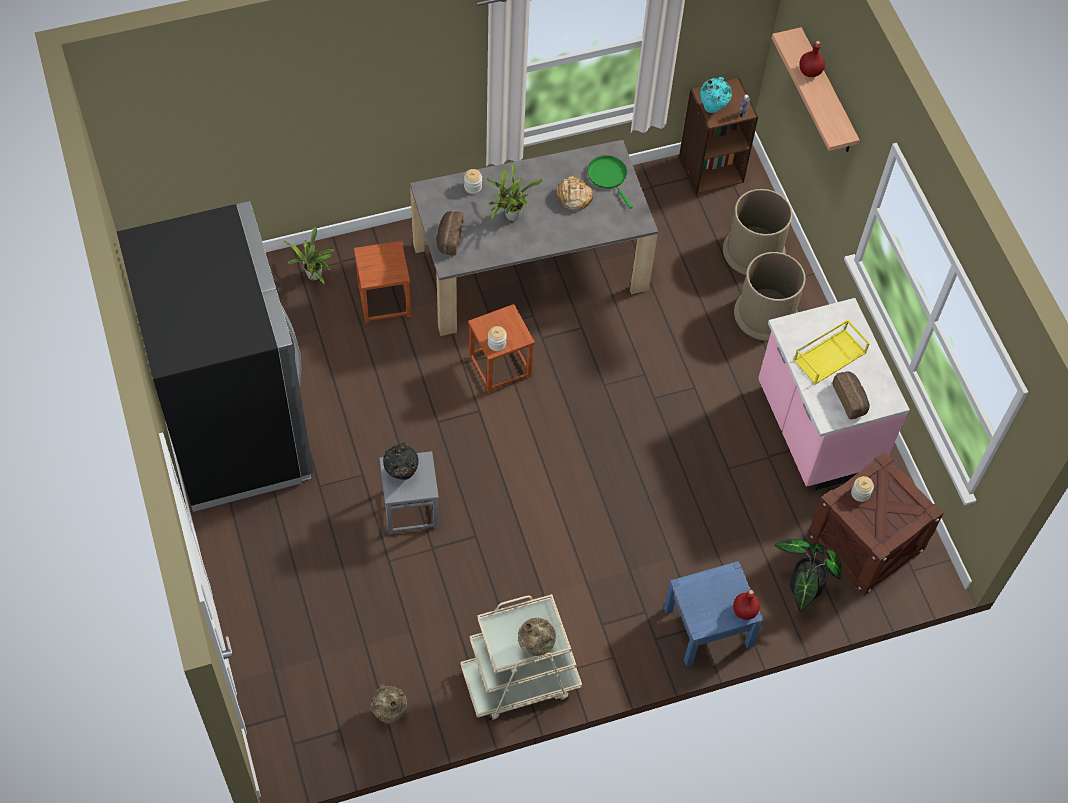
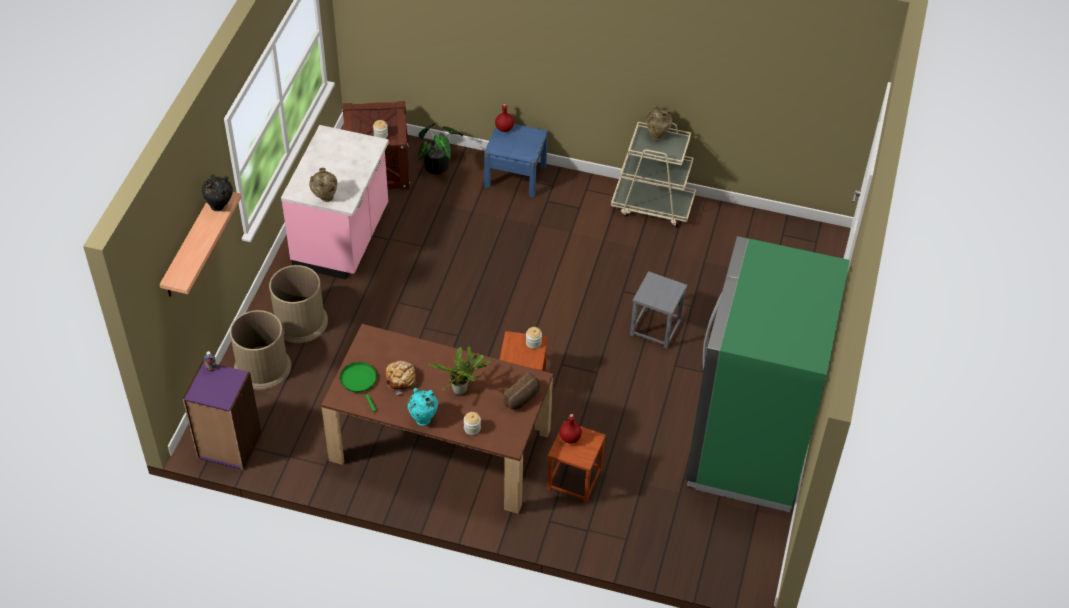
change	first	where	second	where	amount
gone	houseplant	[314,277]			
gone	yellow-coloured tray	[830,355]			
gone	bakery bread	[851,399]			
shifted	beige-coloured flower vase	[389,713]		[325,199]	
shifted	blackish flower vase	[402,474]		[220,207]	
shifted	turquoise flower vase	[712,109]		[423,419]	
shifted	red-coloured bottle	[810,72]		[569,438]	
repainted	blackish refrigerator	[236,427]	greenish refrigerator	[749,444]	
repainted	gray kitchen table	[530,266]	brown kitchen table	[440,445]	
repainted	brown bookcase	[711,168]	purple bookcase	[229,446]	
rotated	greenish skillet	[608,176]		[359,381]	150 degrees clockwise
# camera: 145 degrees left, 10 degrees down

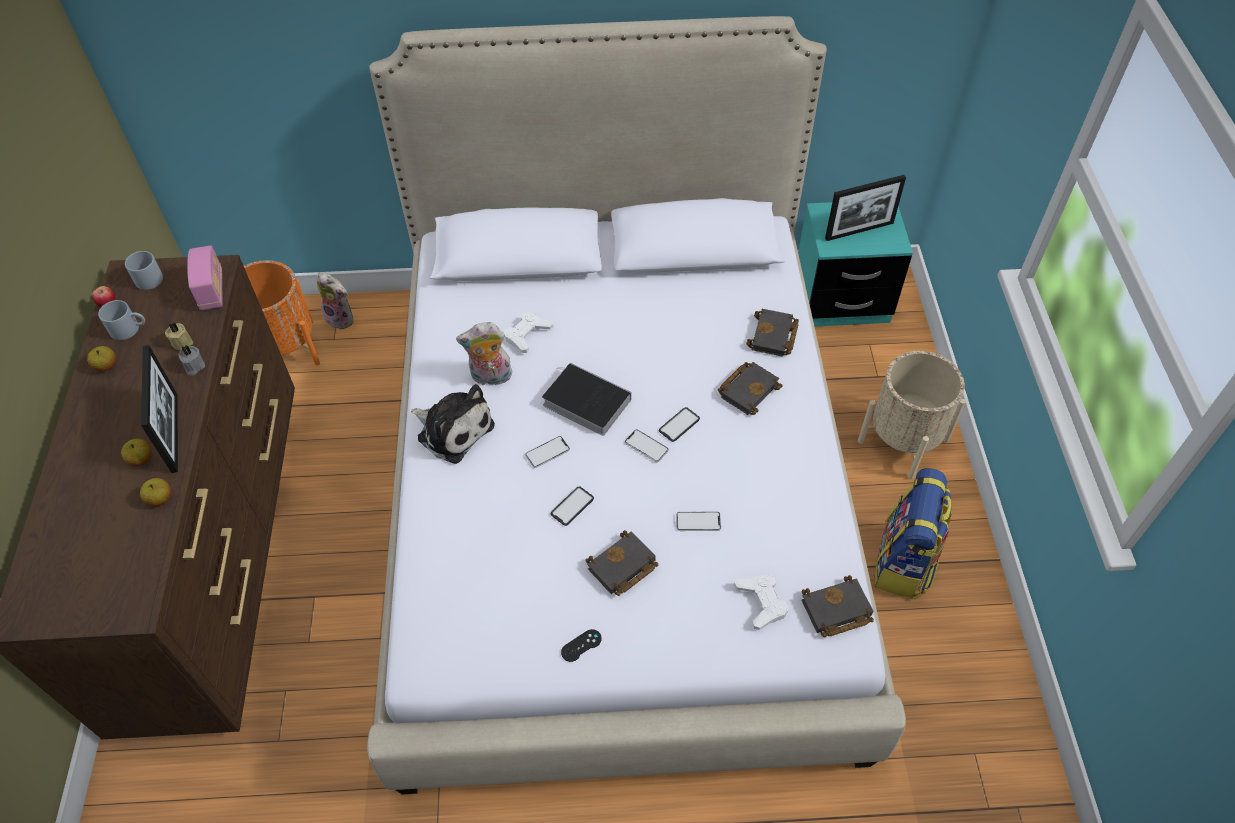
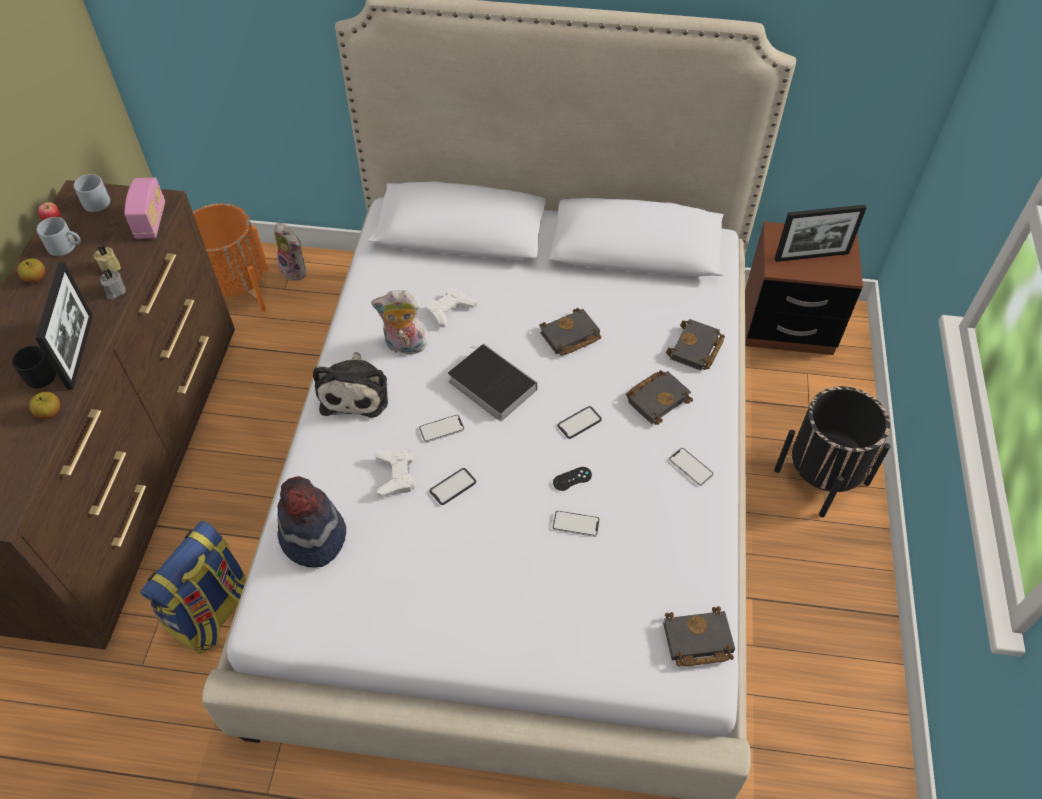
change	first	where	second	where	amount
new			wearable hat	[313,537]	
shifted	blackish joypad	[581,645]		[572,479]	
shifted	blackish volume	[622,568]		[569,337]	
shifted	handset	[646,446]		[690,467]	
shifted	whitish joypad	[761,602]		[396,475]	
shifted	knapsack	[904,563]		[213,614]	
swapped	apple fruit	[141,459]	blackish coffee mug	[43,371]	
repainted	turquoise nightstand	[841,300]	brown nightstand	[787,325]	
repainted	beige-coloured planter	[903,441]	blackish planter	[821,476]	
rotated	soft toy	[453,429]		[355,391]	45 degrees clockwise
# camera: 10 degrees right, 0 degrees up

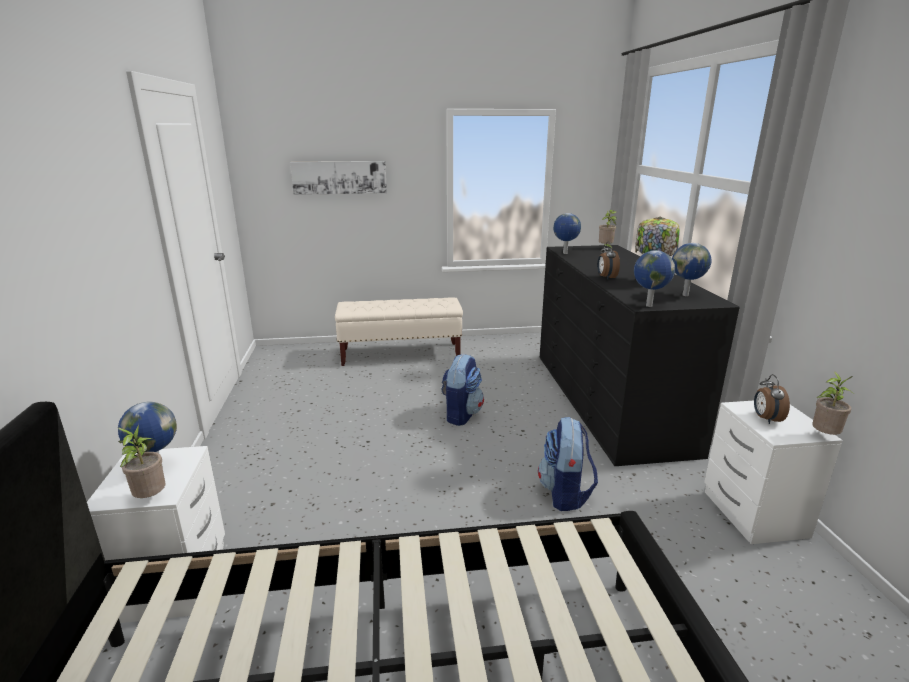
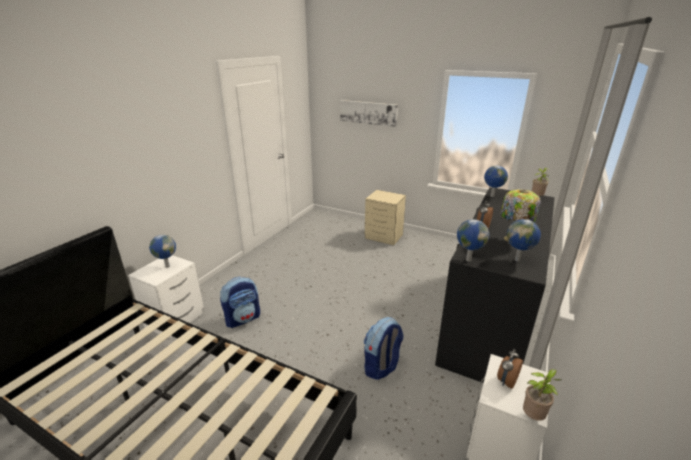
change	first	where	second	where	amount
gone	houseplant	[150,498]			
shifted	knapsack	[461,414]		[243,318]	
swapped	beige-coloured long seat	[401,354]	beige-coloured nightstand	[384,237]	
# camera: 35 degrees right, 5 degrees up

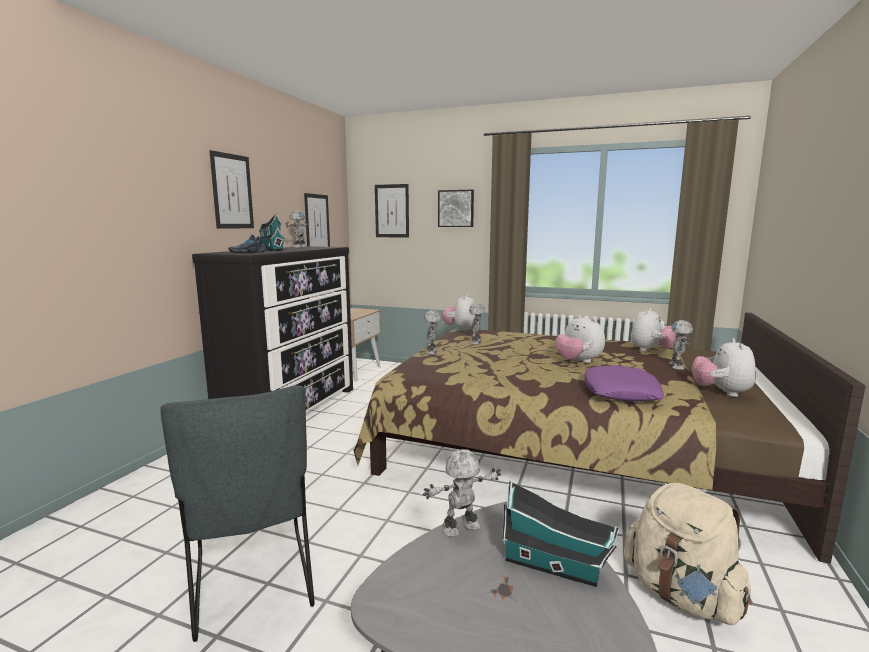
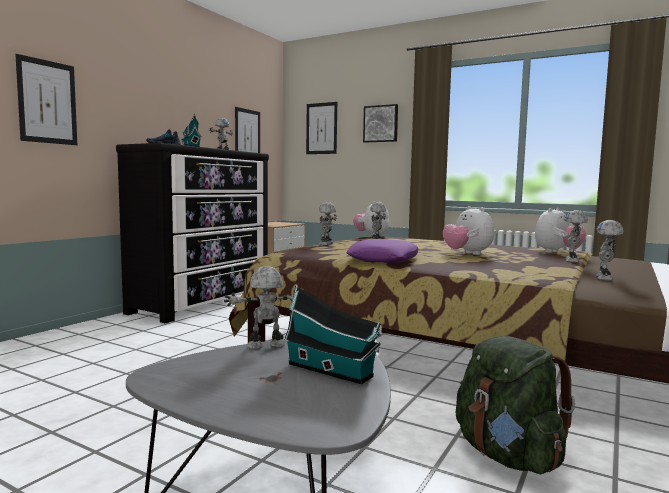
change	first	where	second	where	amount
gone	gray plain chair	[253,585]			
shifted	picture	[232,191]		[47,102]	
shifted	purple throw pillow	[621,392]		[383,259]	
swapped	soft toy	[721,393]	toy robot	[605,278]	
repainted	beige-coloured knapsack	[681,596]	greenish knapsack	[507,455]	
# camera: 10 degrees right, 5 degrees down

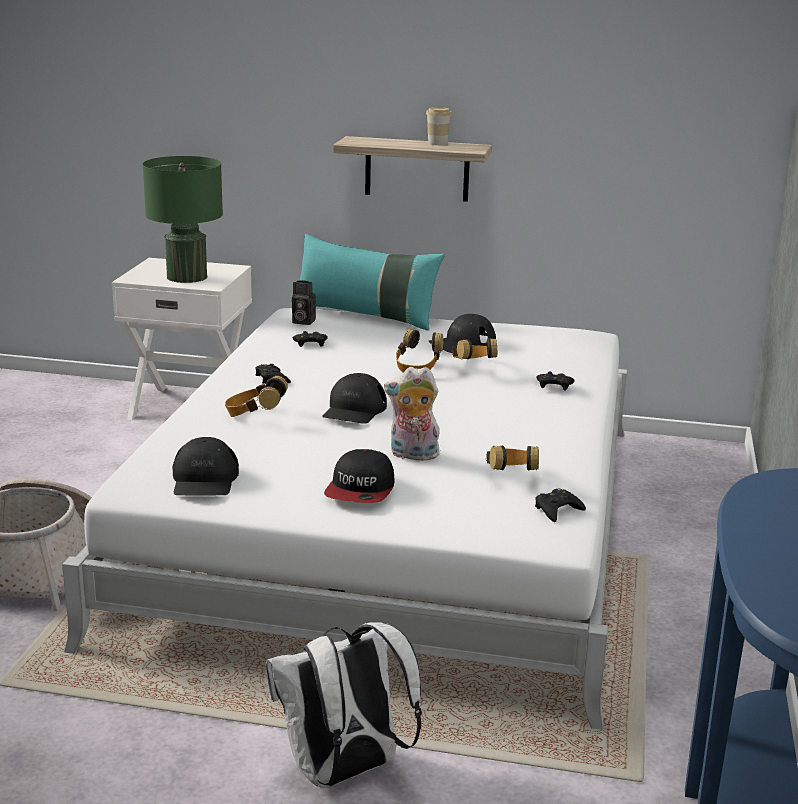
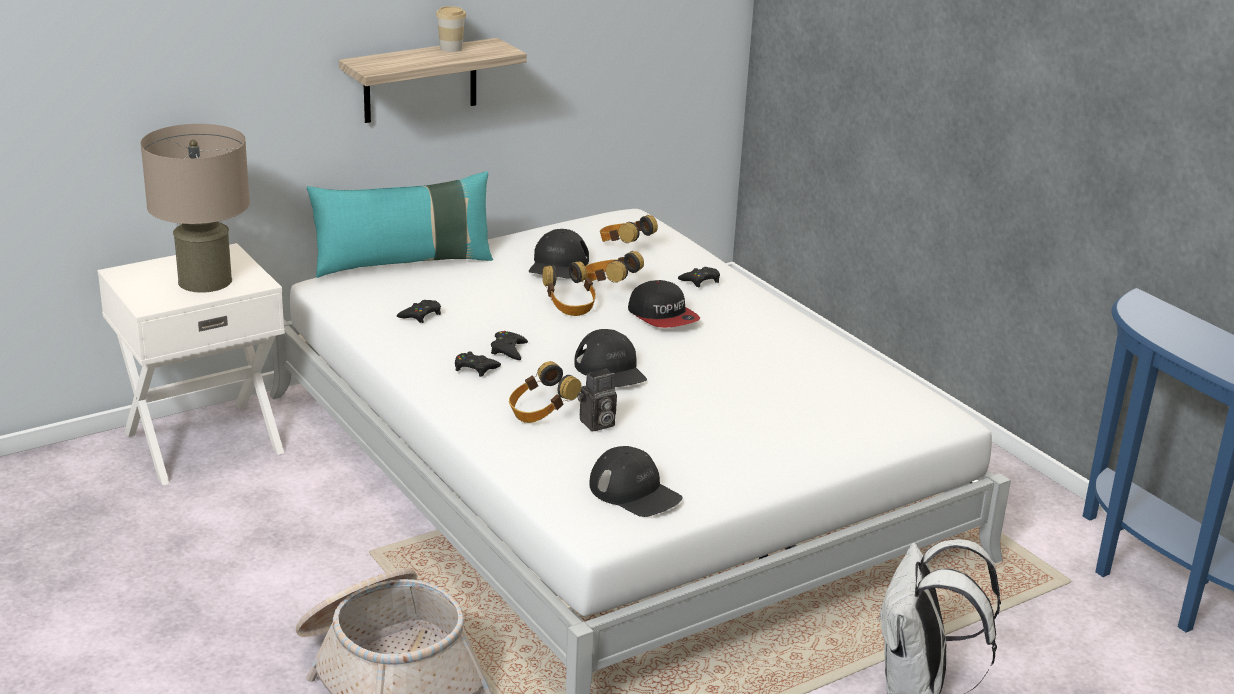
change	first	where	second	where	amount
gone	soft toy	[412,455]			
shifted	still camera	[302,321]		[596,424]	
shifted	peaked cap	[361,490]		[663,316]	
shifted	headphones	[511,476]		[624,246]	
shifted	blackish joypad	[557,510]		[508,350]	
repainted	greenish lamp for a table	[187,277]	beige-coloured lamp for a table	[205,281]	
# camera: 45 degrees left, 5 degrees up

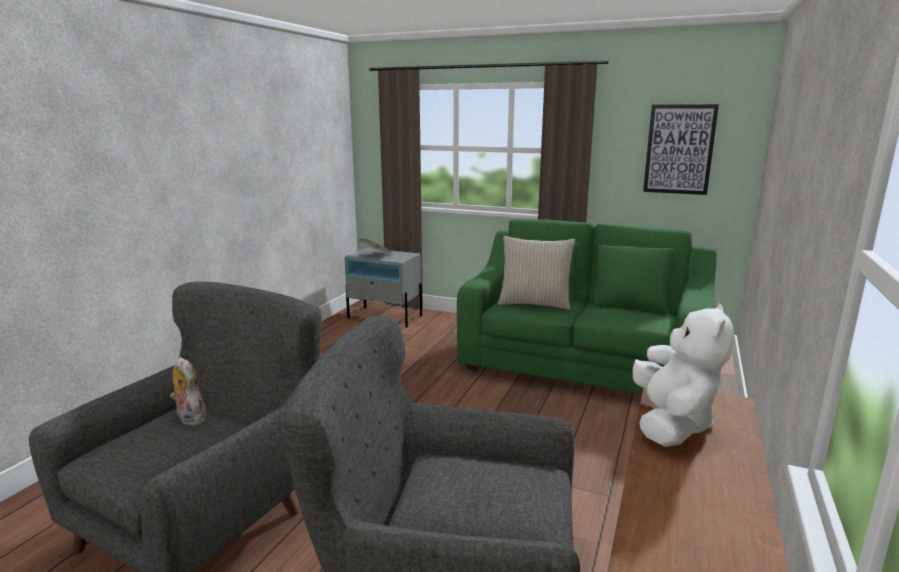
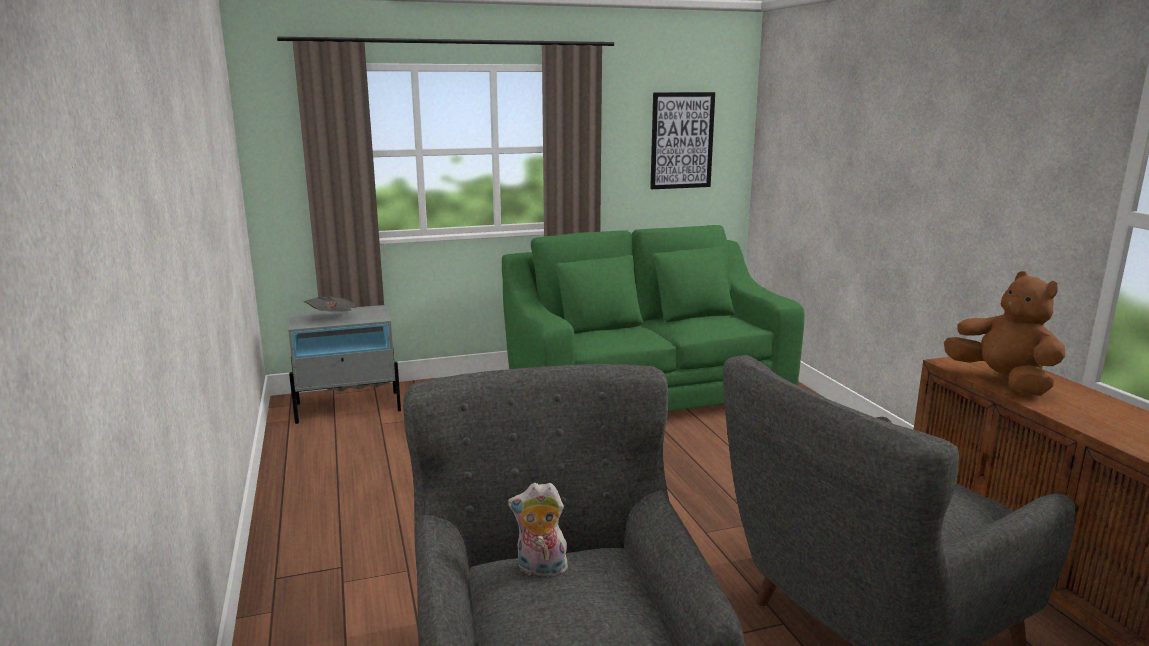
change	first	where	second	where	amount
gone	beige-coloured throw pillow	[534,303]			
repainted	whitish soft toy	[671,423]	brown soft toy	[1002,381]	
# camera: 40 degrees left, 0 degrees up

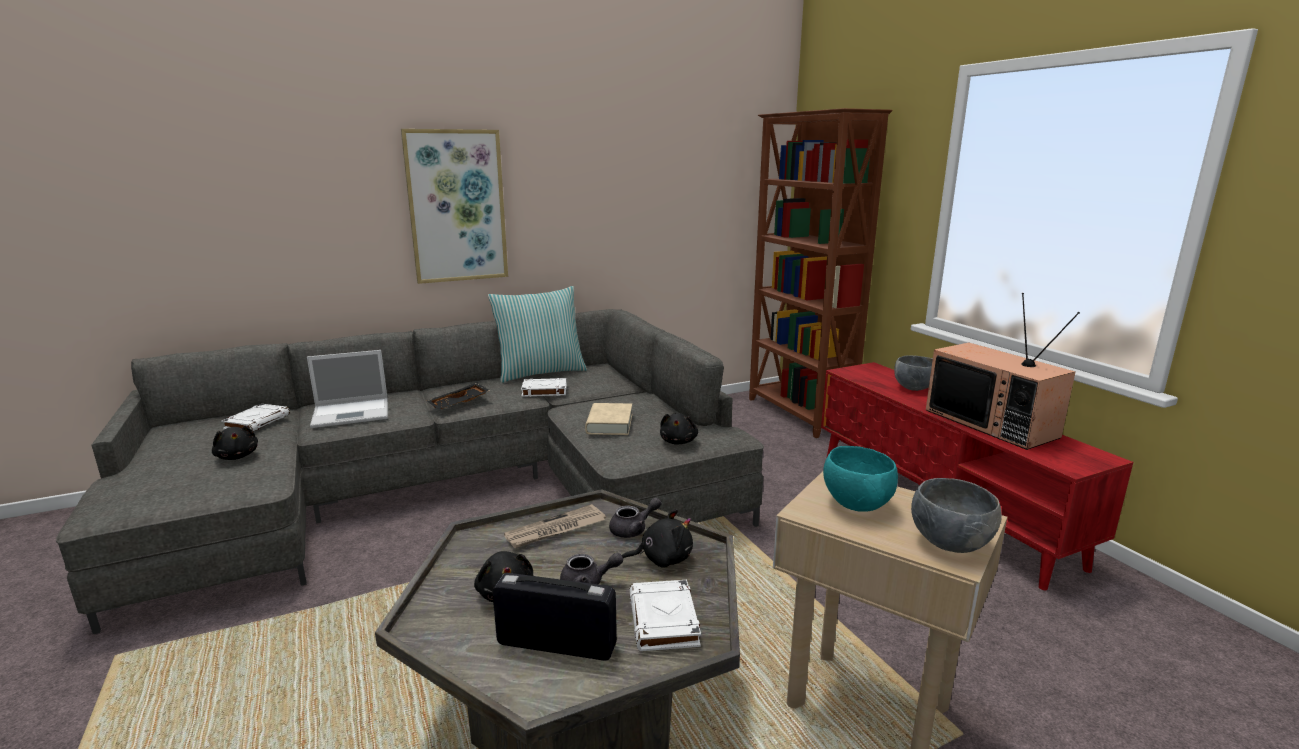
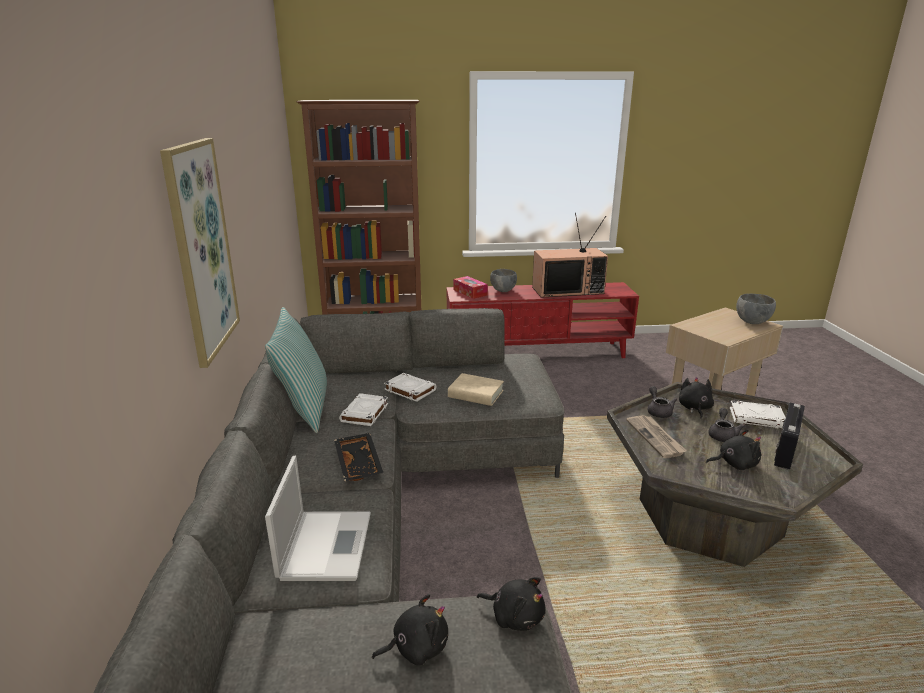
change	first	where	second	where	amount
gone	turquoise bowl	[856,505]			
new			box of tissues	[470,292]	
shifted	whitish volume	[257,422]		[409,390]	
shifted	blackish soft toy	[678,441]		[515,616]	
# camera: 70 degrees left, 5 degrees up

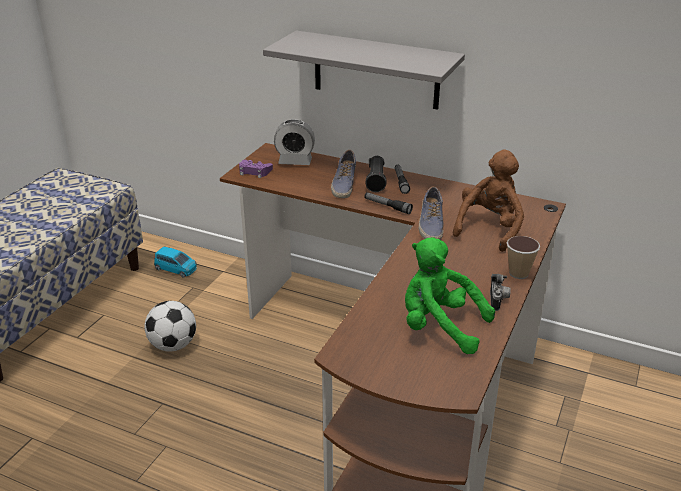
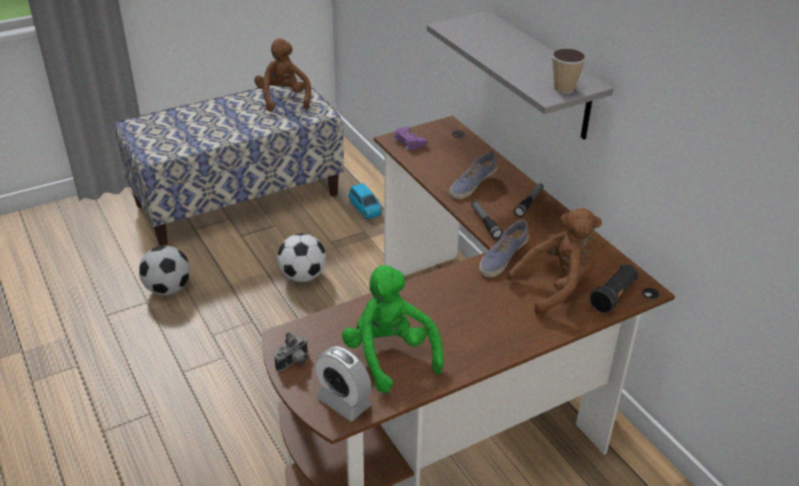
change	first	where	second	where	amount
new			ball for football	[168,289]	
new			brown soft toy	[283,99]	
shifted	table clock	[295,161]		[344,402]	
shifted	blackish hand torch	[376,181]		[613,296]	
shifted	still camera	[498,301]		[294,363]	
shifted	cup	[518,273]		[564,89]	
# camera: 35 degrees right, 5 degrees up

